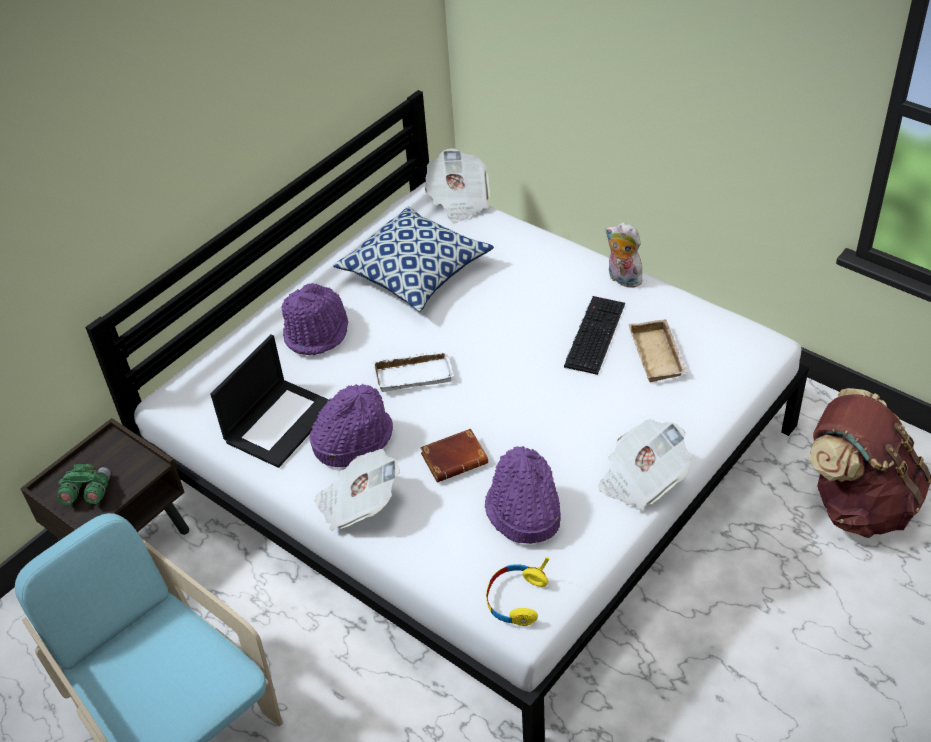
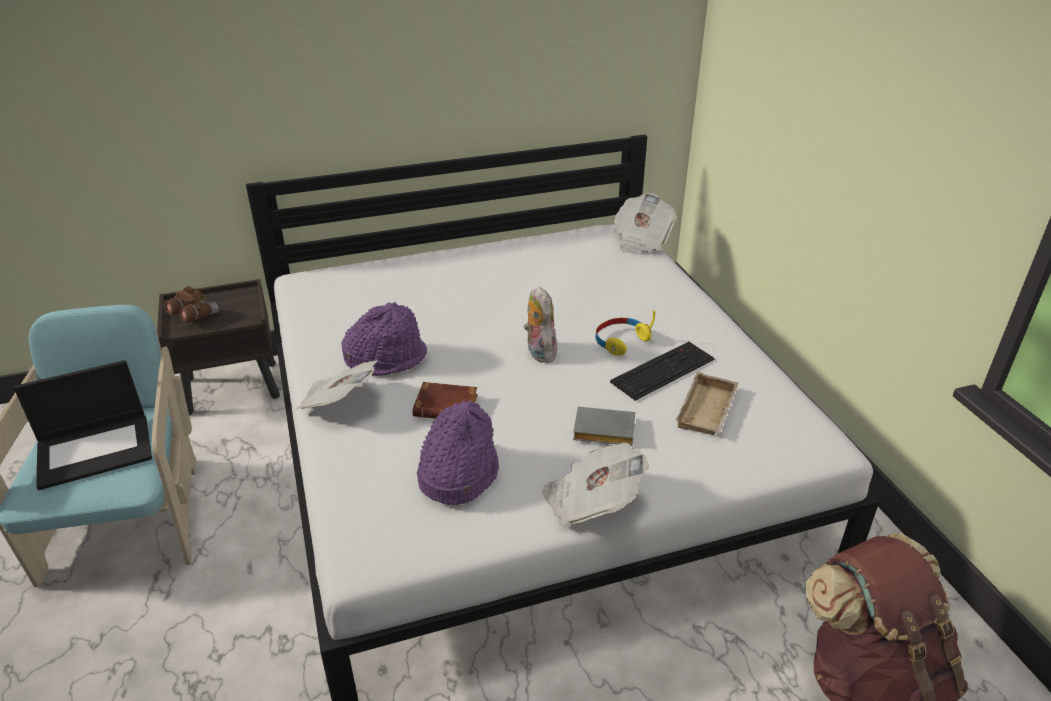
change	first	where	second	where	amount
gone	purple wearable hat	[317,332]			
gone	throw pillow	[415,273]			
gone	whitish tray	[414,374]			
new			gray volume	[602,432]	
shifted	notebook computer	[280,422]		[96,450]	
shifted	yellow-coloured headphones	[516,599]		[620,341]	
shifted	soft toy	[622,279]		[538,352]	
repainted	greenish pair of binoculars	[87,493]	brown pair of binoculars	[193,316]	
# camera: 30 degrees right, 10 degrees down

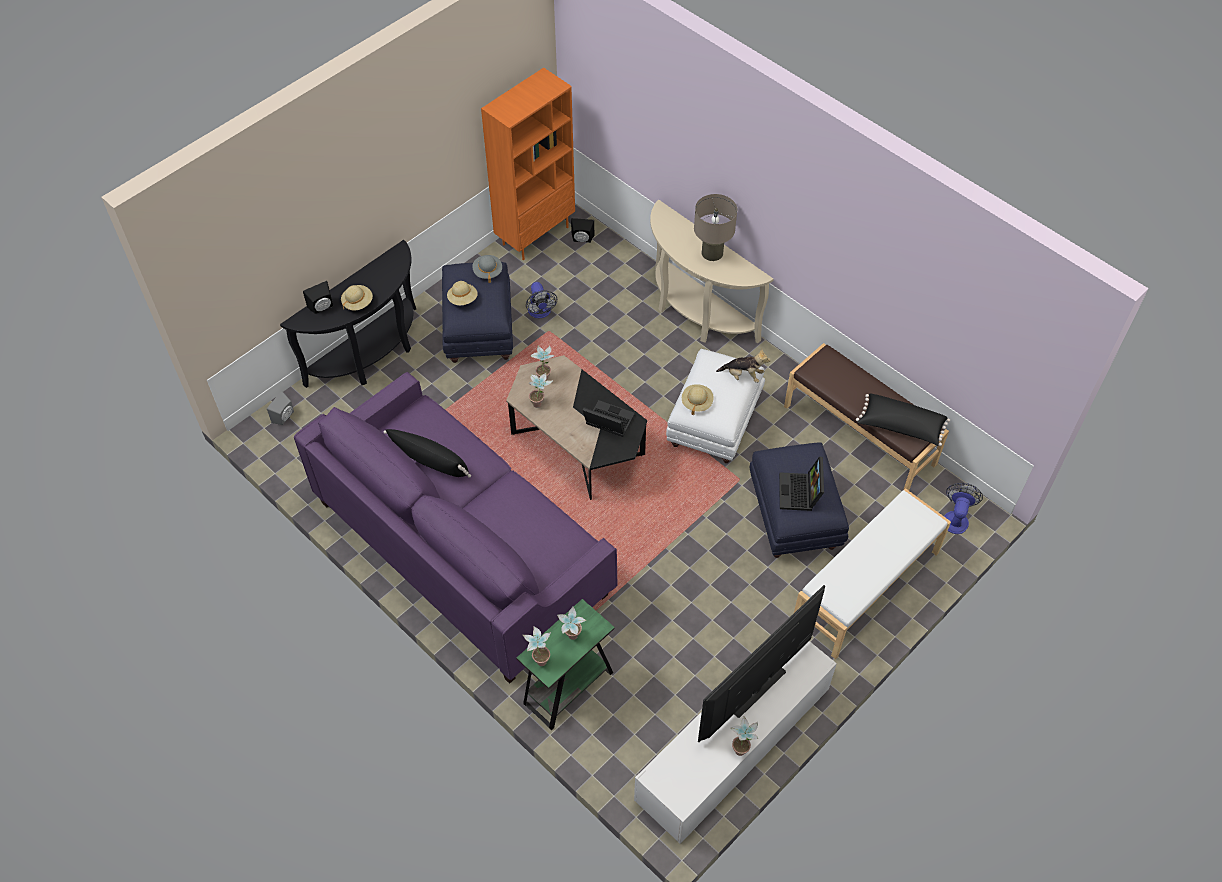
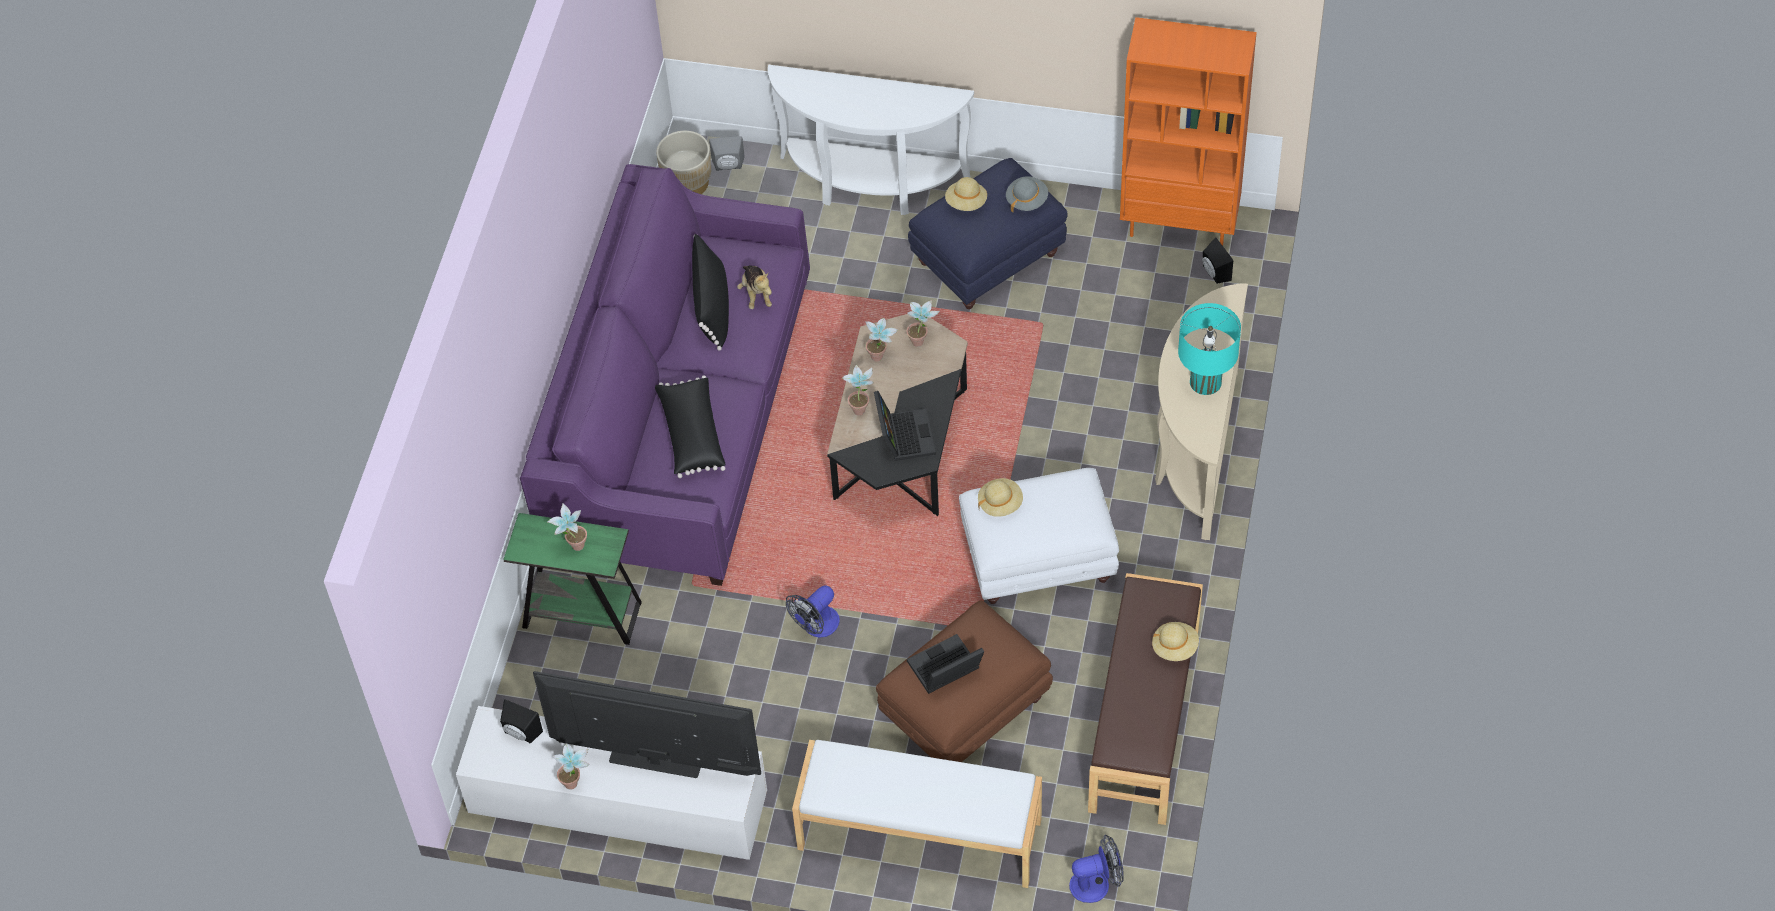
change	first	where	second	where	amount
new			beige-coloured planter	[687,183]	
shifted	blackish speaker	[322,308]		[520,734]	
shifted	beige-coloured wearable hat	[357,302]		[1175,647]	
shifted	houseplant	[539,658]		[861,407]	
shifted	electric fan	[540,312]		[816,626]	
shifted	soft toy	[743,375]		[756,294]	
shifted	blackish throw pillow	[900,427]		[691,435]	
repainted	blackish narrow table	[371,355]	whitish narrow table	[870,186]	
repainted	beige-coloured lamp for a table	[712,253]	turquoise lamp for a table	[1205,382]	
repainted	blue footrest	[794,518]	brown footrest	[964,712]	
# camera: 60 degrees right, 0 degrees up

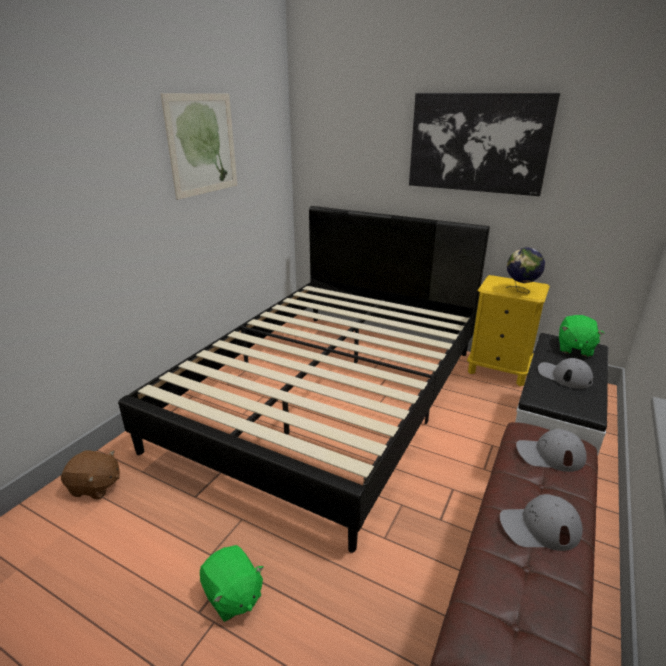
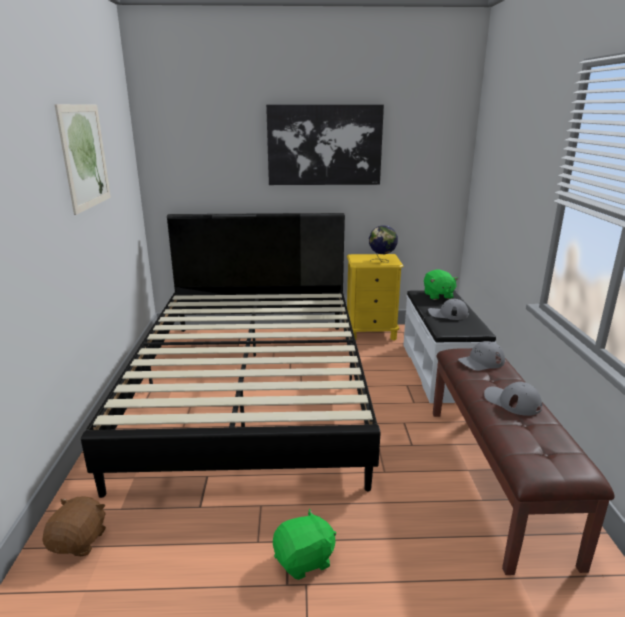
change	first	where	second	where	amount
rotated	brown soft toy	[95,487]		[79,541]	60 degrees counterclockwise
rotated	greenish soft toy	[233,596]		[304,560]	45 degrees counterclockwise
rotated	gray peaked cap	[539,527]		[512,401]	75 degrees clockwise
# camera: 30 degrees left, 5 degrees down

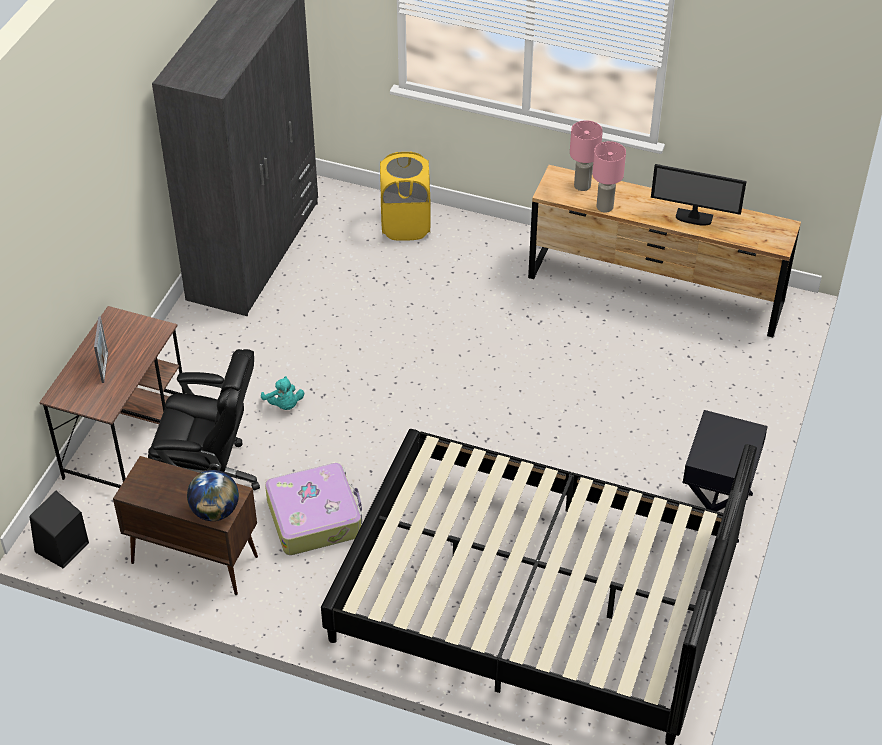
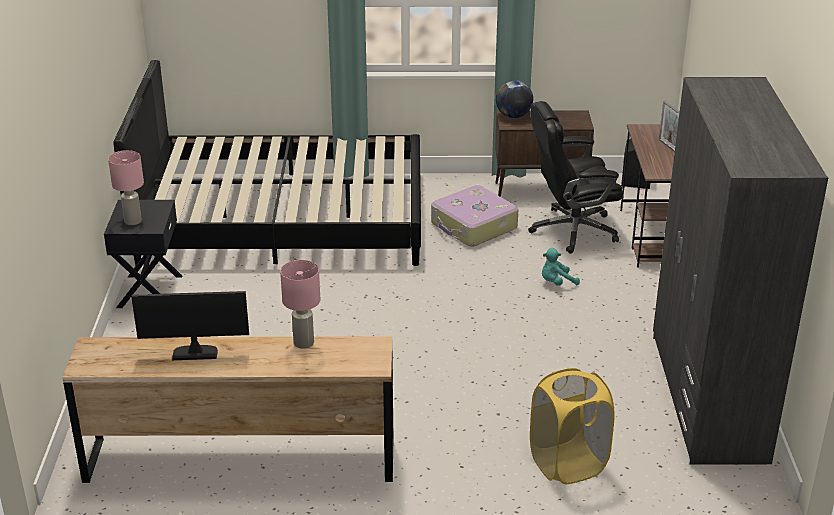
change	first	where	second	where	amount
shifted	pink-coloured lamp for a table	[582,186]		[132,221]	
rotated	turquoise soft toy	[284,405]		[556,283]	60 degrees counterclockwise
# camera: 160 degrees right, 15 degrees down

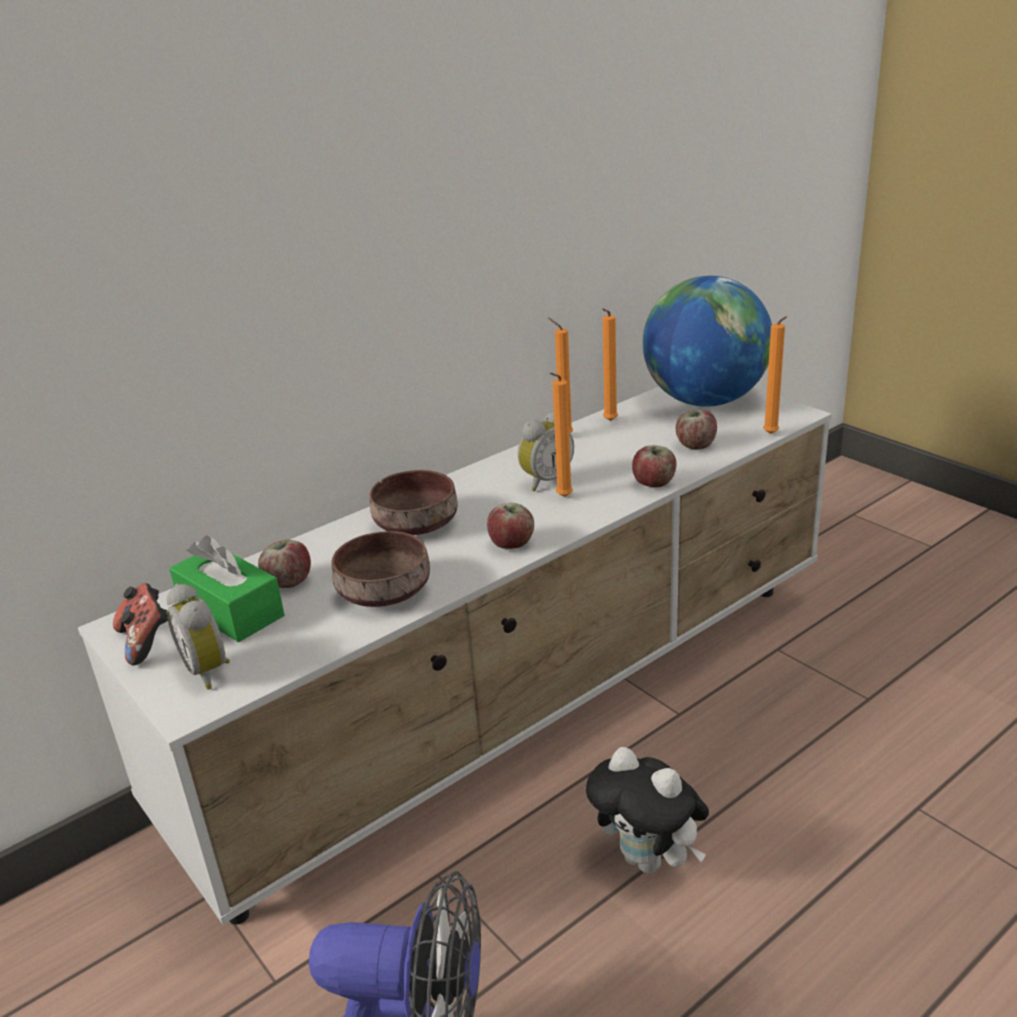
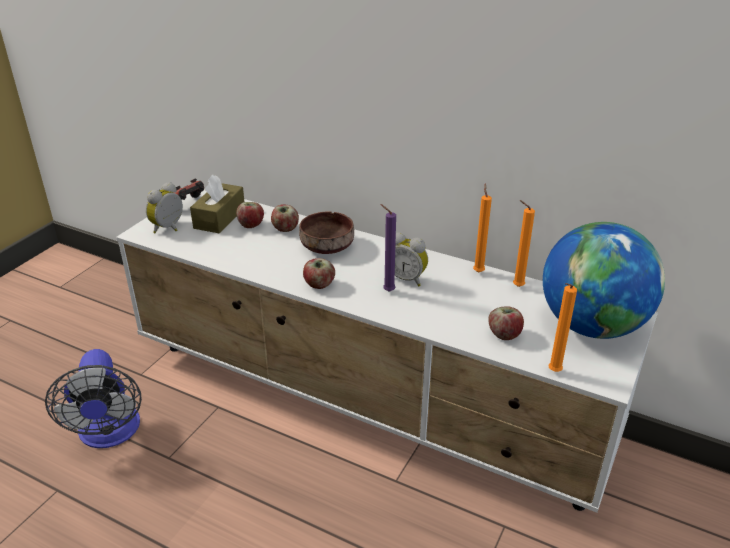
change	first	where	second	where	amount
gone	brown bowl	[382,591]			
gone	soft toy	[649,860]			
shifted	apple fruit	[654,484]		[285,229]	
repainted	greenish box of tissues	[231,610]	brown box of tissues	[219,218]	
repainted	orange wax light	[562,498]	purple wax light	[387,291]	
# camera: 65 degrees right, 5 degrees up

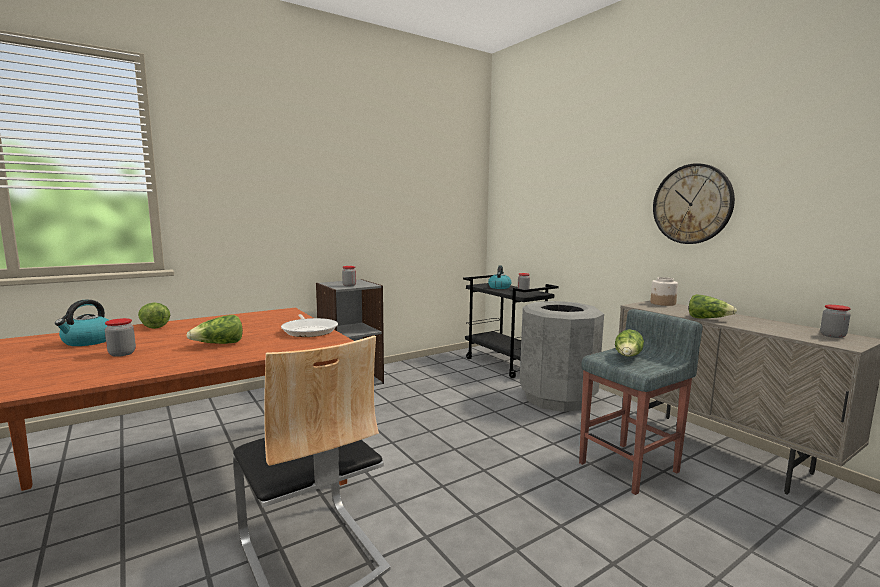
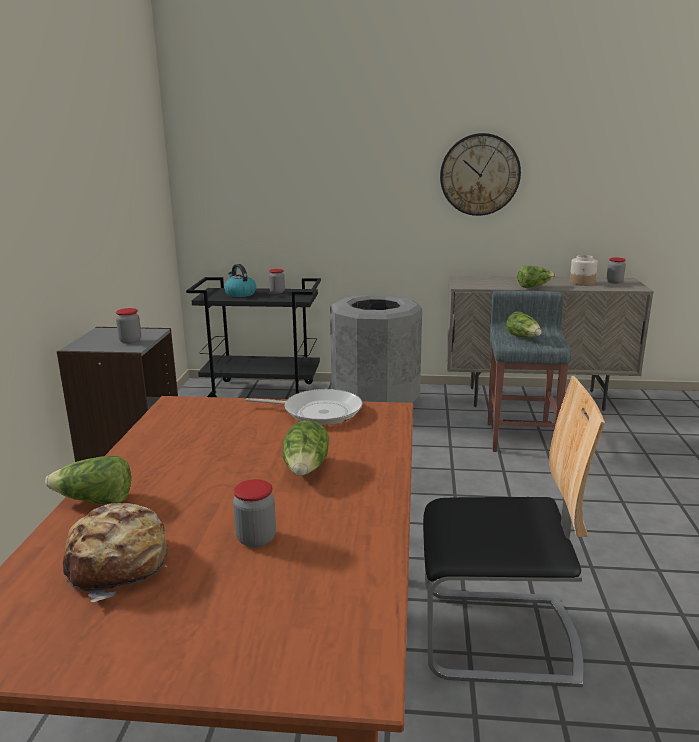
change	first	where	second	where	amount
shifted	jar	[662,303]		[582,283]	
swapped	tea kettle	[88,341]	bakery bread	[119,564]	
# camera: 50 degrees left, 10 degrees up

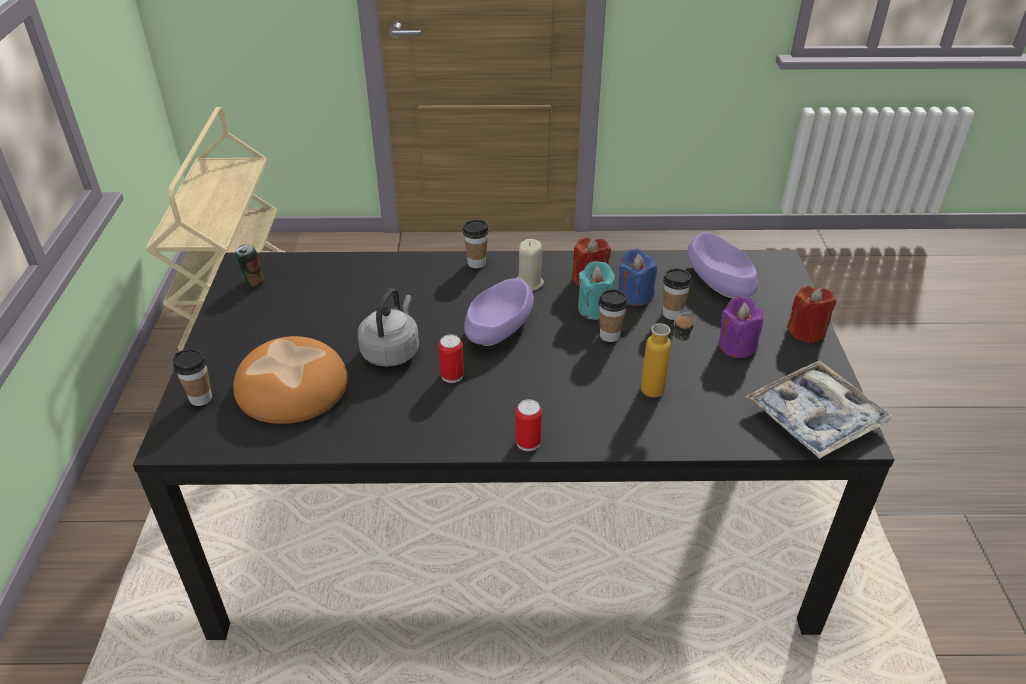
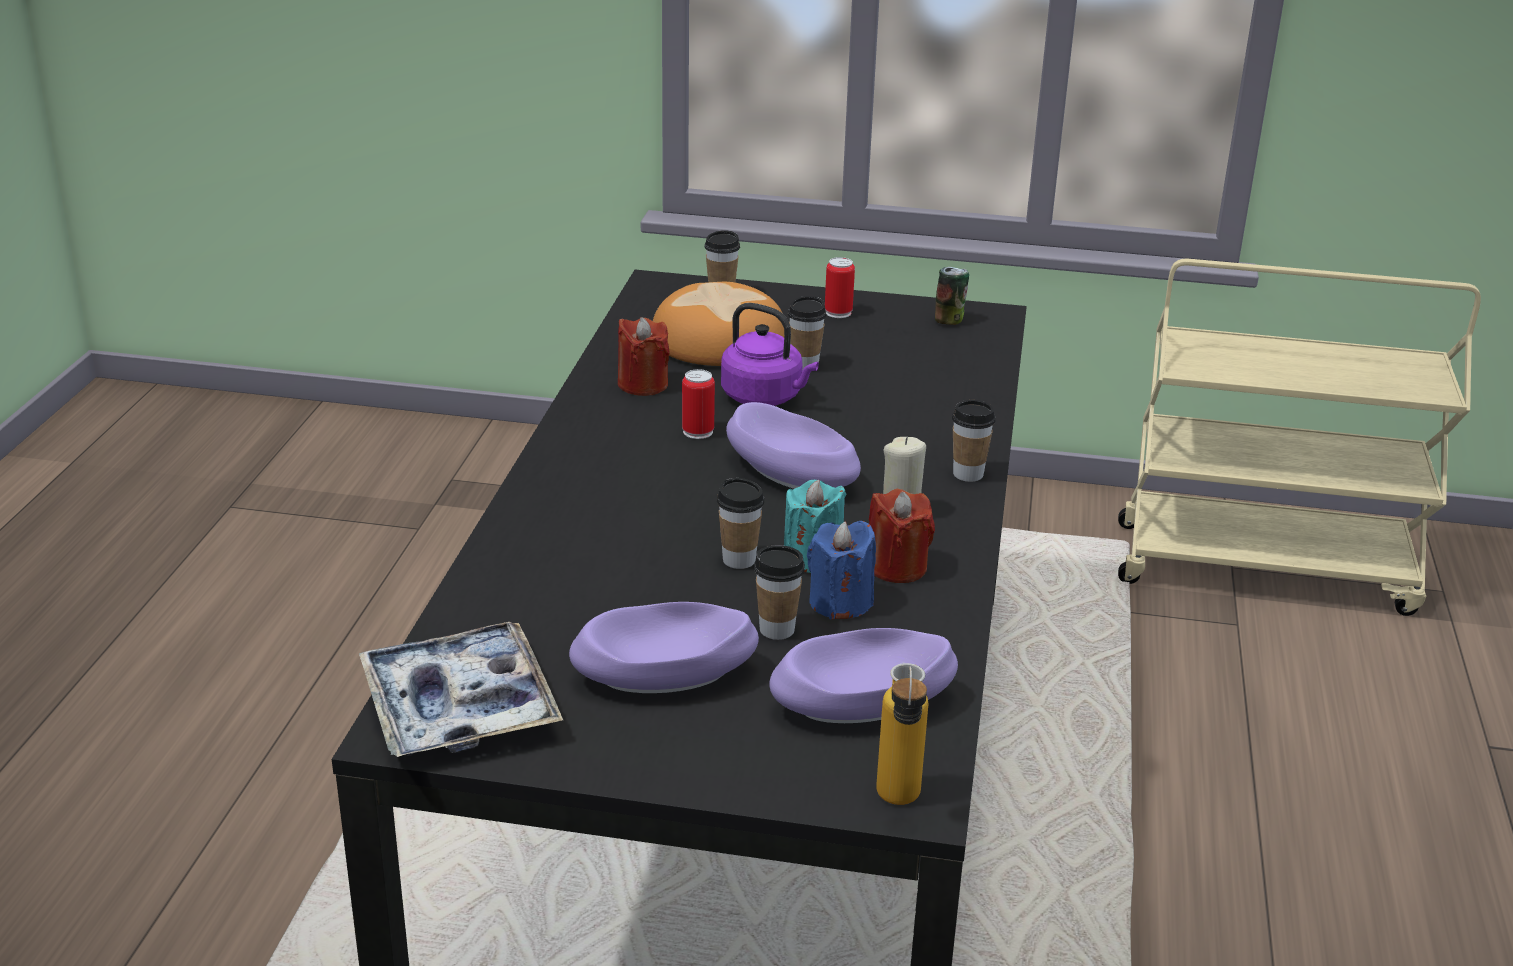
change	first	where	second	where	amount
new			cup	[805,365]	
shifted	can	[528,442]		[838,312]	
shifted	bottle	[662,389]		[898,805]	
shifted	red-coloured wax light	[806,331]		[642,384]	
swapped	purple wax light	[736,346]	purple bowl	[665,675]	
repainted	gray tea kettle	[392,351]	purple tea kettle	[765,397]	
# camera: 100 degrees right, 10 degrees down

